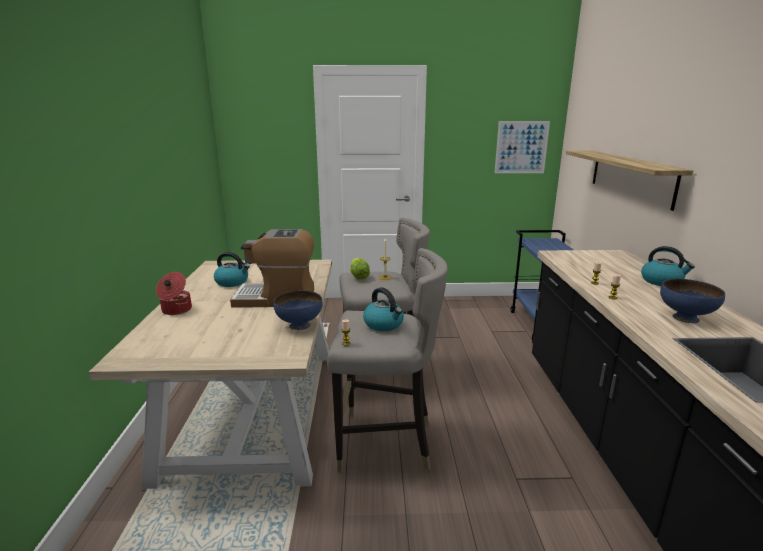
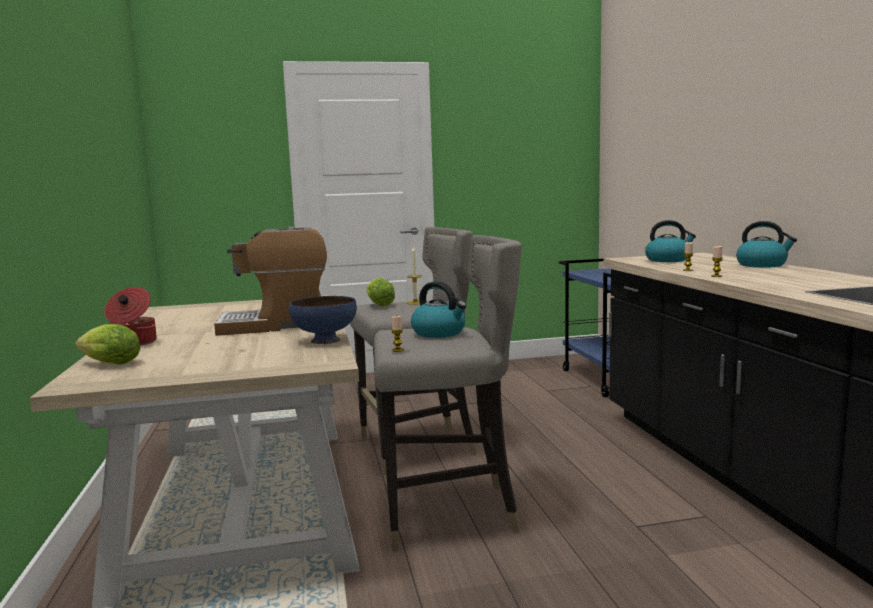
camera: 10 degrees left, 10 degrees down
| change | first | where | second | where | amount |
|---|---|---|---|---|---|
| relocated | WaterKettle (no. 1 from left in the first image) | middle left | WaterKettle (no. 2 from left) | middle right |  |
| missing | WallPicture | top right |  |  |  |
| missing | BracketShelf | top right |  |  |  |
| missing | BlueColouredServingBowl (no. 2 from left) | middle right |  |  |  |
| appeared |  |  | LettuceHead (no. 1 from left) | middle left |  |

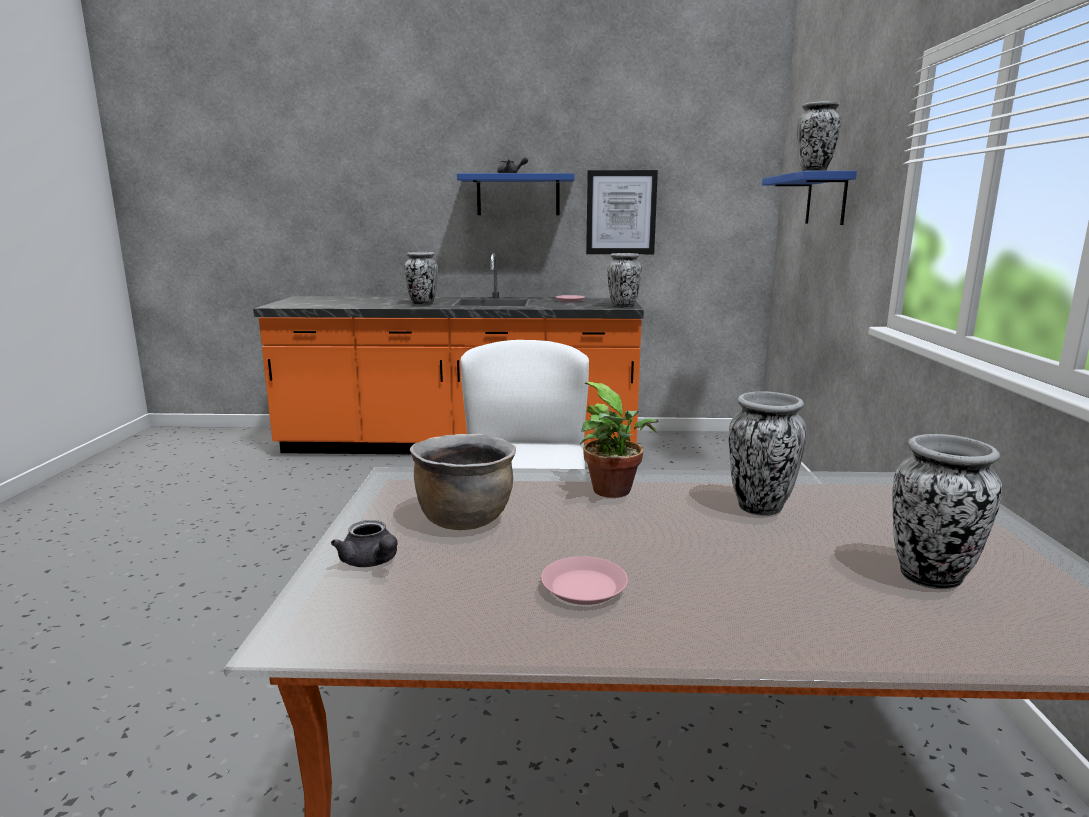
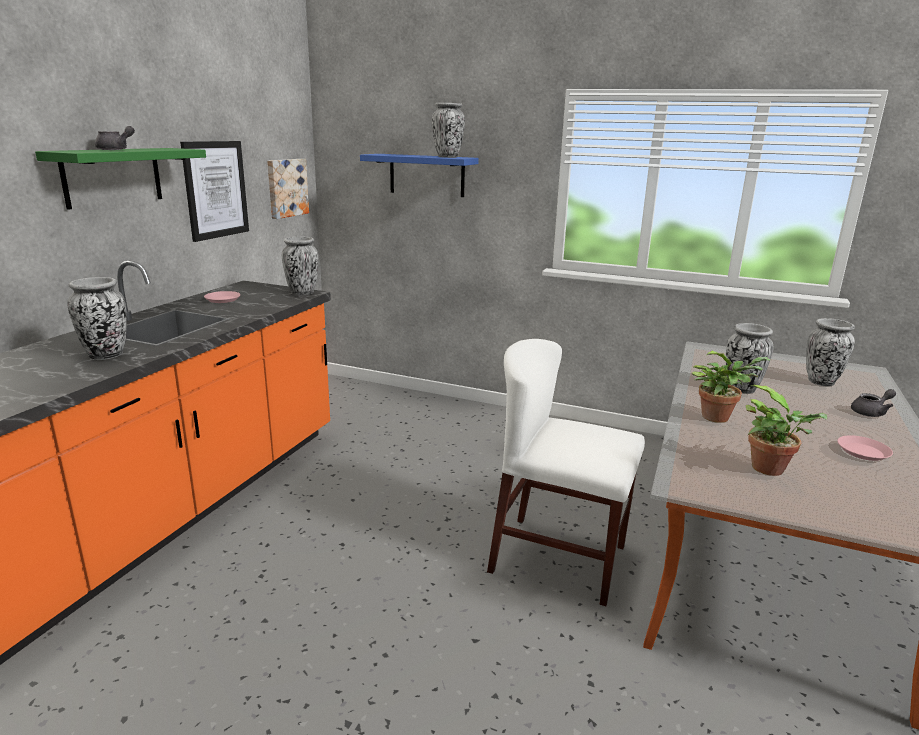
camera: 70 degrees left, 5 degrees up
| change | first | where | second | where | amount |
|---|---|---|---|---|---|
| relocated | GreyTeapot (no. 1 from left in the first image) | centre | GreyTeapot (no. 2 from left) | middle right |  |
| exchanged | BrownStockpot | centre | Houseplant (no. 2 from left) | middle right |  |
| colour | BlueColouredBracketShelf (no. 1 from left) | top centre | GreenishBracketShelf | top left |  |
| appeared |  |  | WallPicture (no. 2 from left) | top left |  |

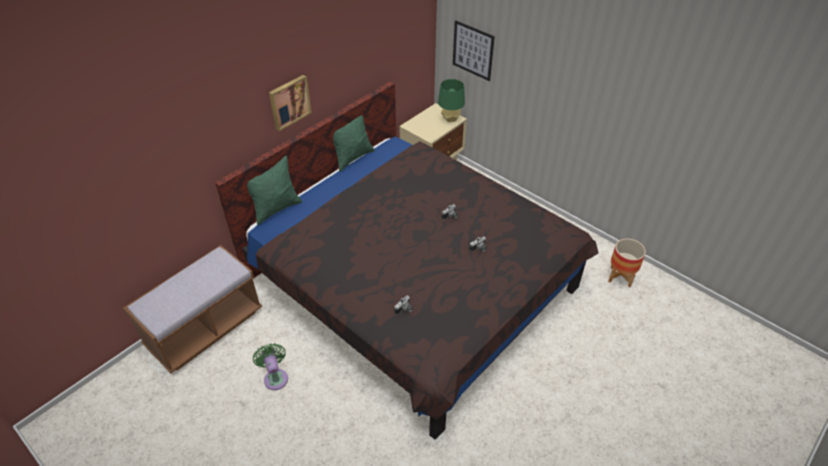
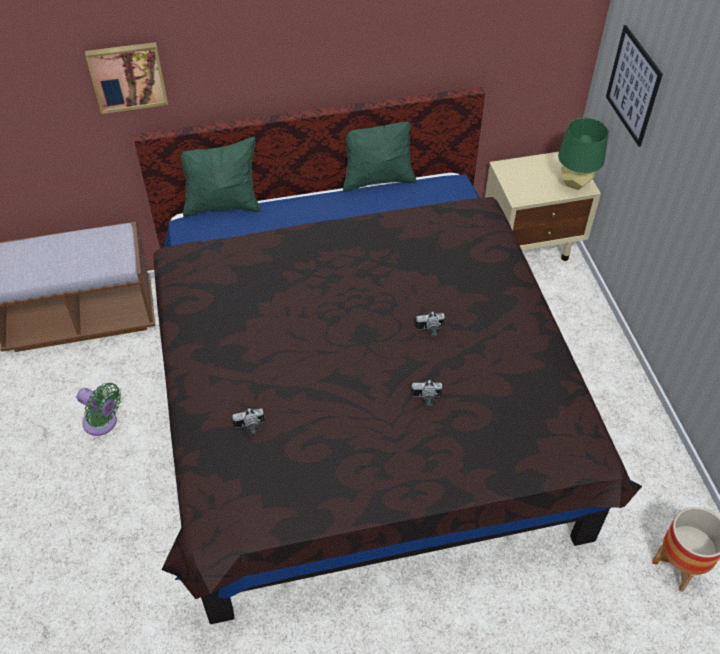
camera: 35 degrees right, 5 degrees up
| change | first | where | second | where | amount |
|---|---|---|---|---|---|
| spun | GreenishCoolingFan | bottom left |  | middle left | 105 degrees clockwise |
| relocated | WallPicture (no. 1 from left) | top centre |  | top left |  |

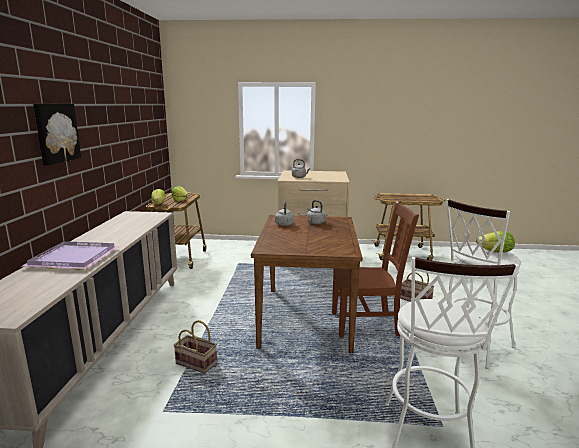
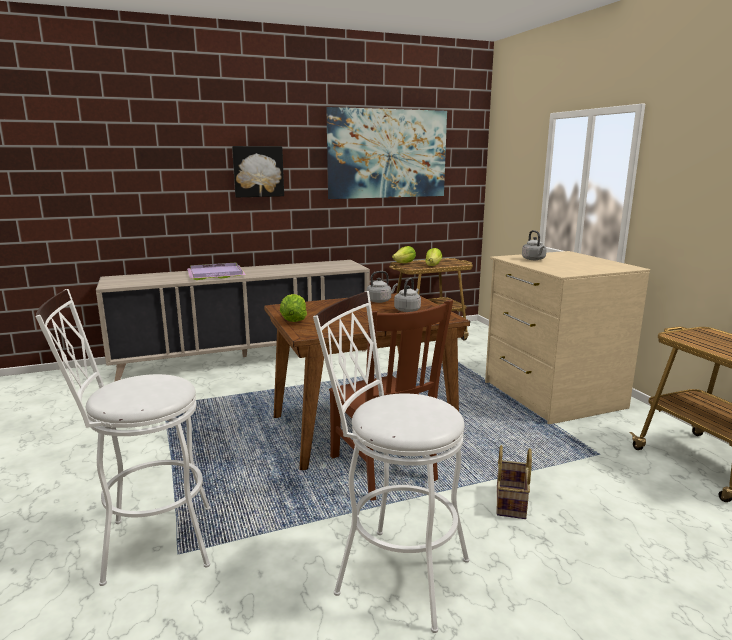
camera: 65 degrees right, 0 degrees up
| change | first | where | second | where | amount |
|---|---|---|---|---|---|
| missing | HouseholdBasket (no. 1 from left) | bottom centre |  |  |  |
| relocated | LettuceHead (no. 3 from left in the first image) | middle right | LettuceHead (no. 1 from left) | centre |  |
| appeared |  |  | WallPicture (no. 2 from left) | top centre |  |

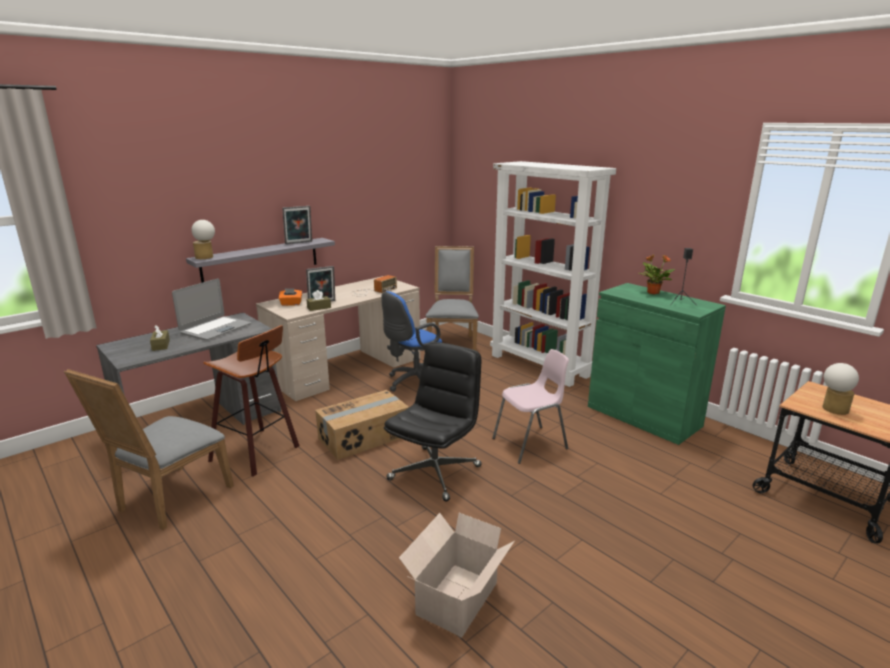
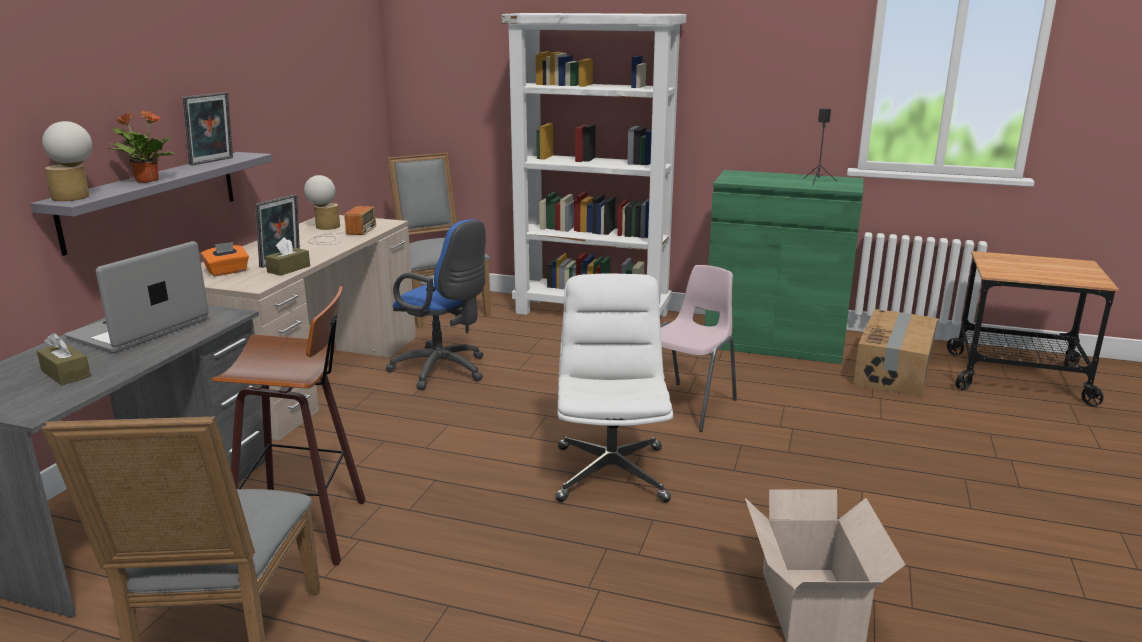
camera: 30 degrees left, 0 degrees up
| change | first | where | second | where | amount |
|---|---|---|---|---|---|
| spun | NotebookComputer | middle left |  | middle left | 150 degrees counterclockwise |
| relocated | PackingBox (no. 1 from left in the first image) | centre | PackingBox (no. 2 from left) | middle right |  |
| spun | BlueColouredComputerChair | centre |  | centre | 75 degrees counterclockwise |
| colour | BlackComputerChair | centre | WhiteColouredComputerChair | centre |  |
| relocated | Houseplant | middle right |  | top left |  |
| relocated | TabletopLamp (no. 2 from left) | middle right |  | top left |  |

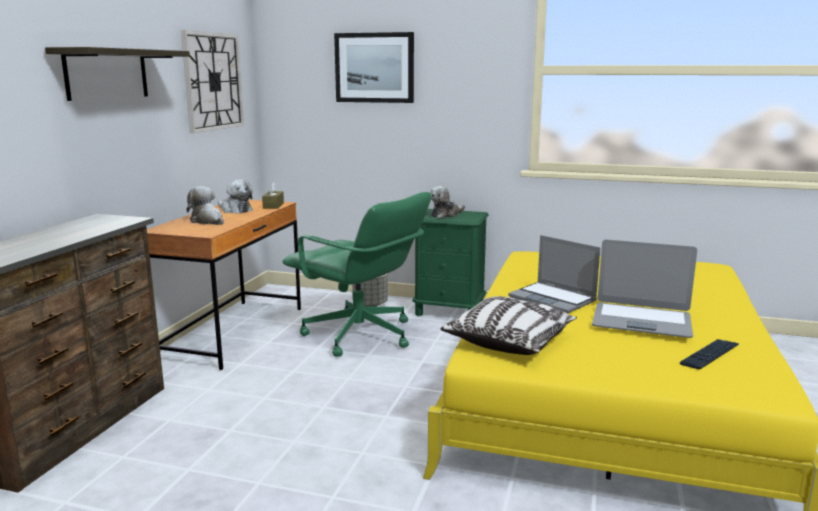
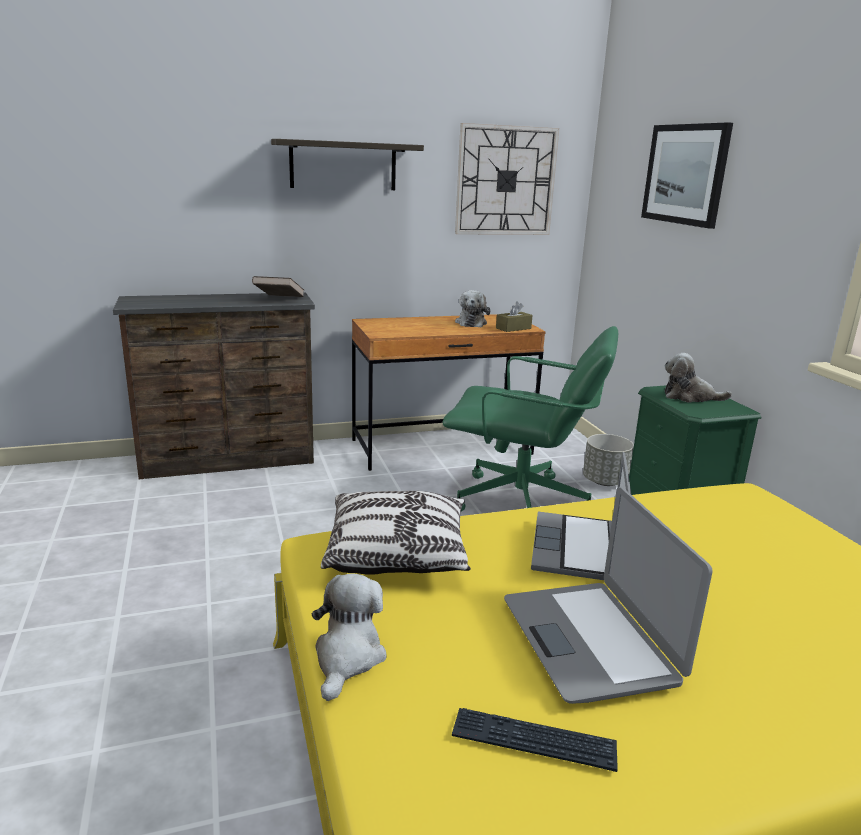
camera: 55 degrees right, 5 degrees up
| change | first | where | second | where | amount |
|---|---|---|---|---|---|
| relocated | PlushToy (no. 1 from left) | middle left |  | bottom centre |  |
| spun | GreenishComputerChair | centre |  | centre | 75 degrees counterclockwise |
| appeared |  |  | BrownBoundBook | middle left |  |

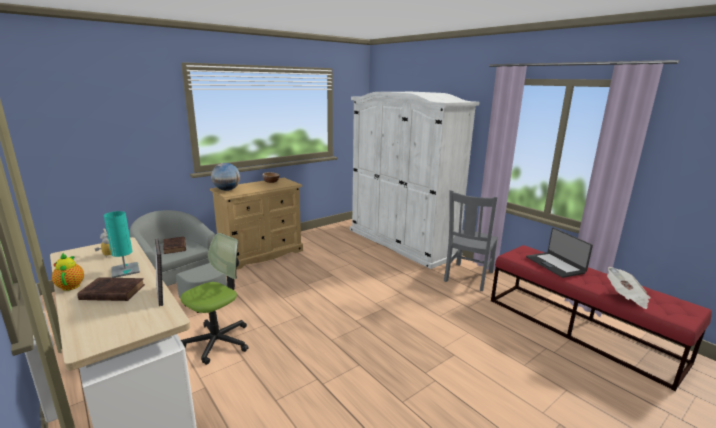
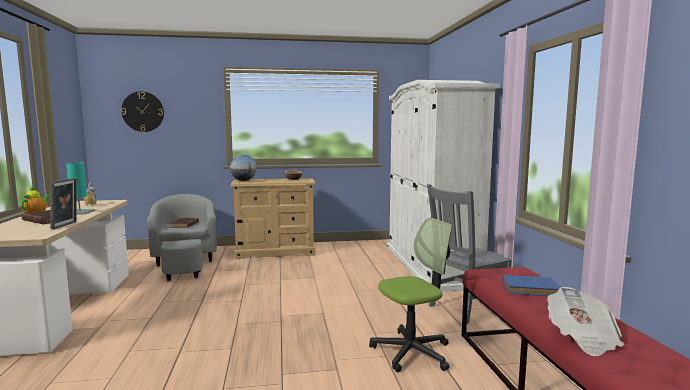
camera: 30 degrees right, 10 degrees down
| change | first | where | second | where | amount |
|---|---|---|---|---|---|
| relocated | ComputerChair | bottom left |  | bottom centre |  |
| exchanged | NotebookComputer | middle right | BlueColouredBoundBook | bottom right |  |
| appeared |  |  | HangingClock | top left |  |

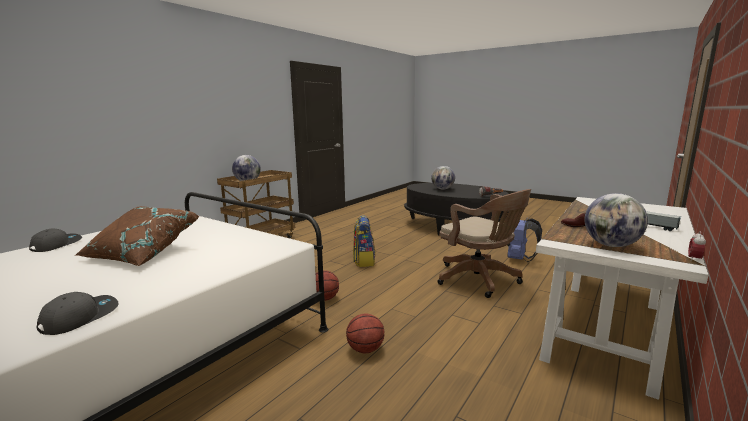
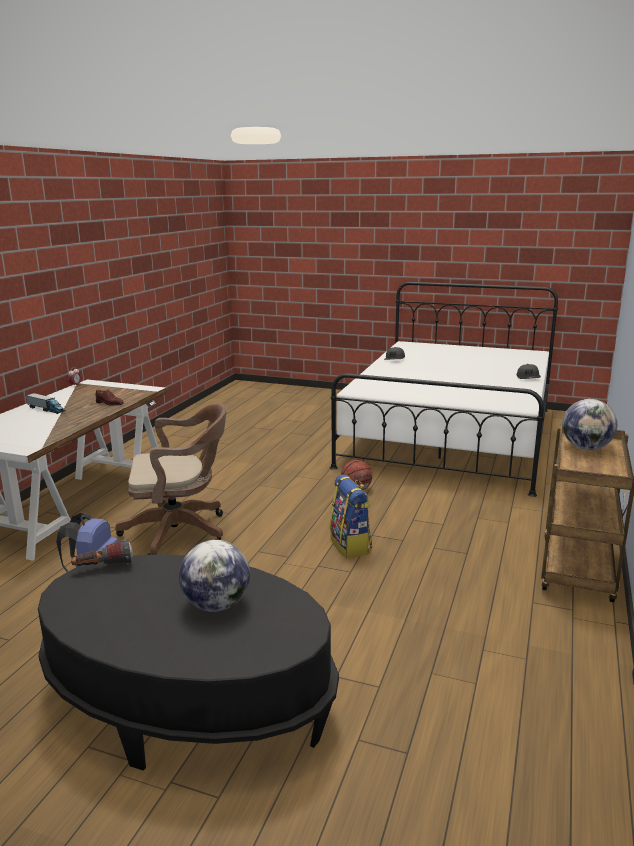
camera: 165 degrees right, 5 degrees up
| change | first | where | second | where | amount |
|---|---|---|---|---|---|
| missing | BrownThrowPillow | middle left |  |  |  |
| missing | BallForBasketball (no. 2 from left) | bottom centre |  |  |  |
| spun | BrownComputerChair | centre |  | middle left | 135 degrees clockwise |
| missing | DeskGlobe (no. 3 from left) | middle right |  |  |  |

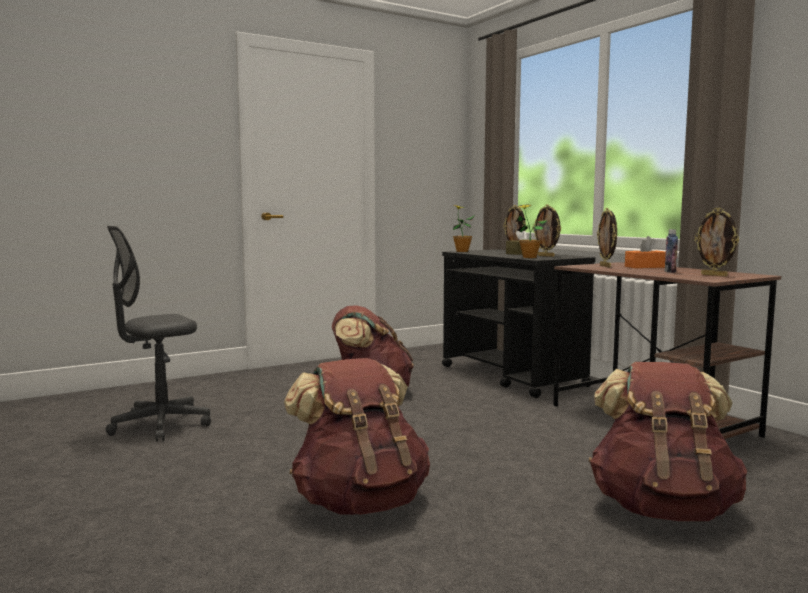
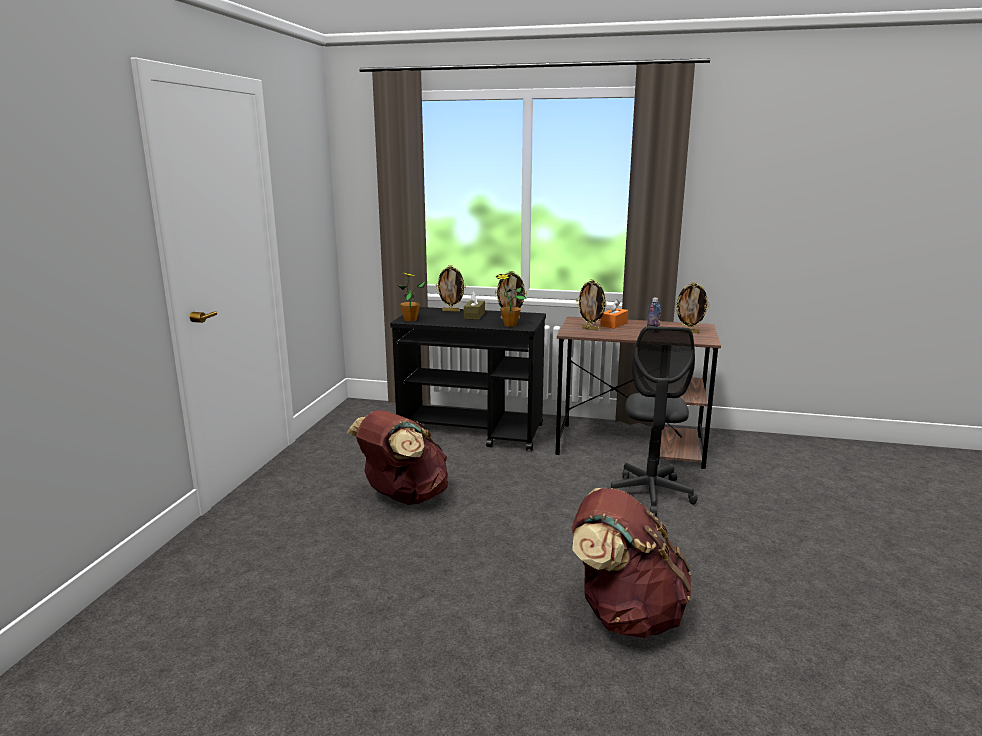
camera: 45 degrees left, 10 degrees up
| change | first | where | second | where | amount |
|---|---|---|---|---|---|
| relocated | GreyComputerChair | middle left |  | centre |  |
| missing | BrownBackpack (no. 3 from left) | bottom right |  |  |  |

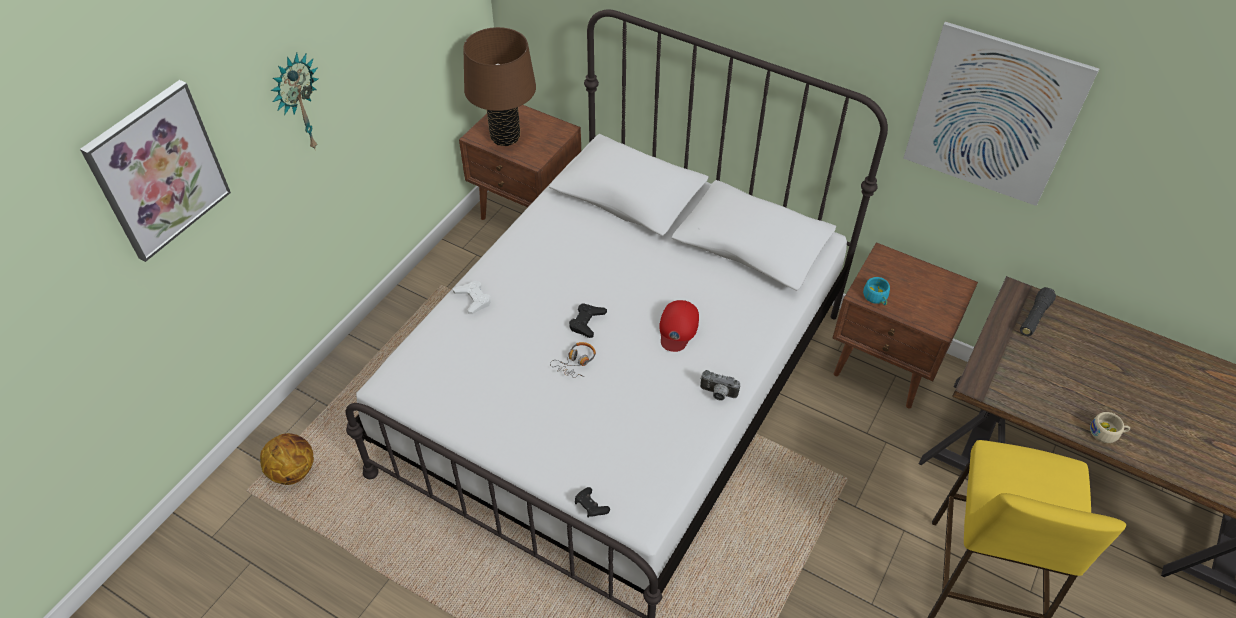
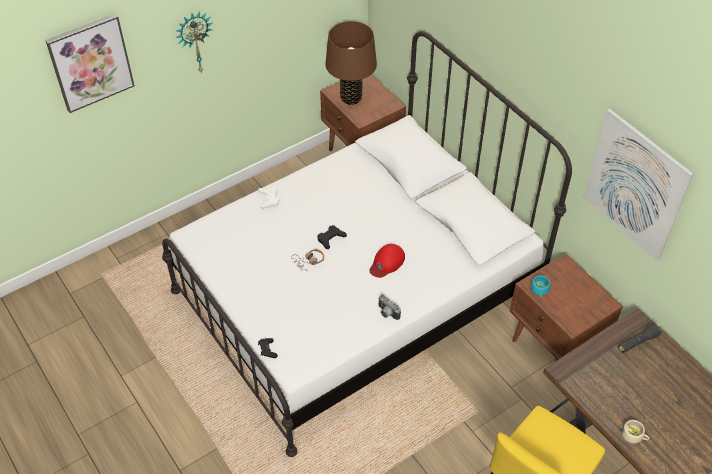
camera: 25 degrees right, 0 degrees up
| change | first | where | second | where | amount |
|---|---|---|---|---|---|
| missing | BallForBasketball | bottom left |  |  |  |

